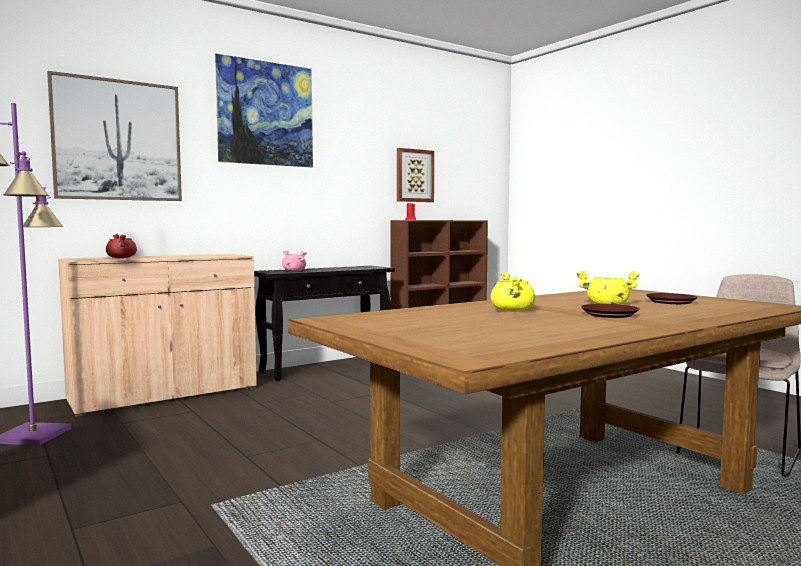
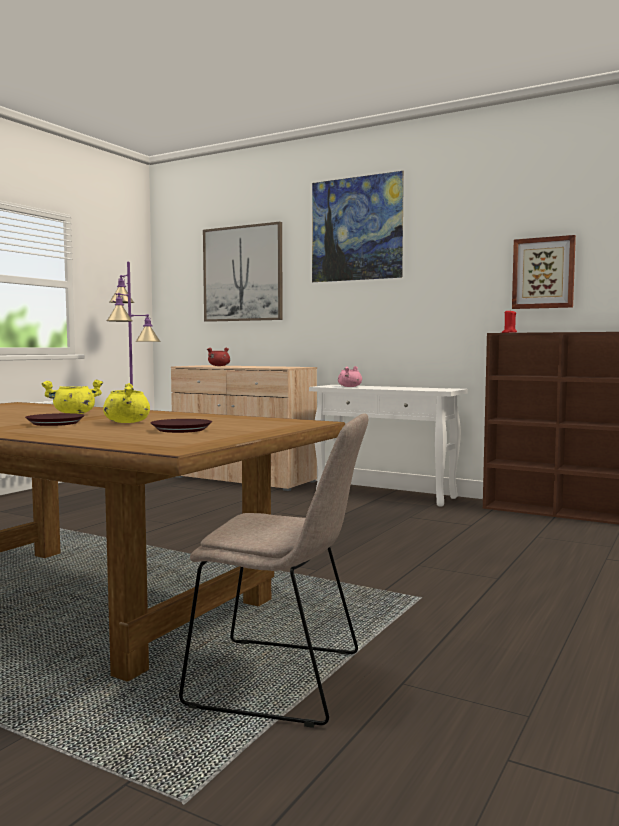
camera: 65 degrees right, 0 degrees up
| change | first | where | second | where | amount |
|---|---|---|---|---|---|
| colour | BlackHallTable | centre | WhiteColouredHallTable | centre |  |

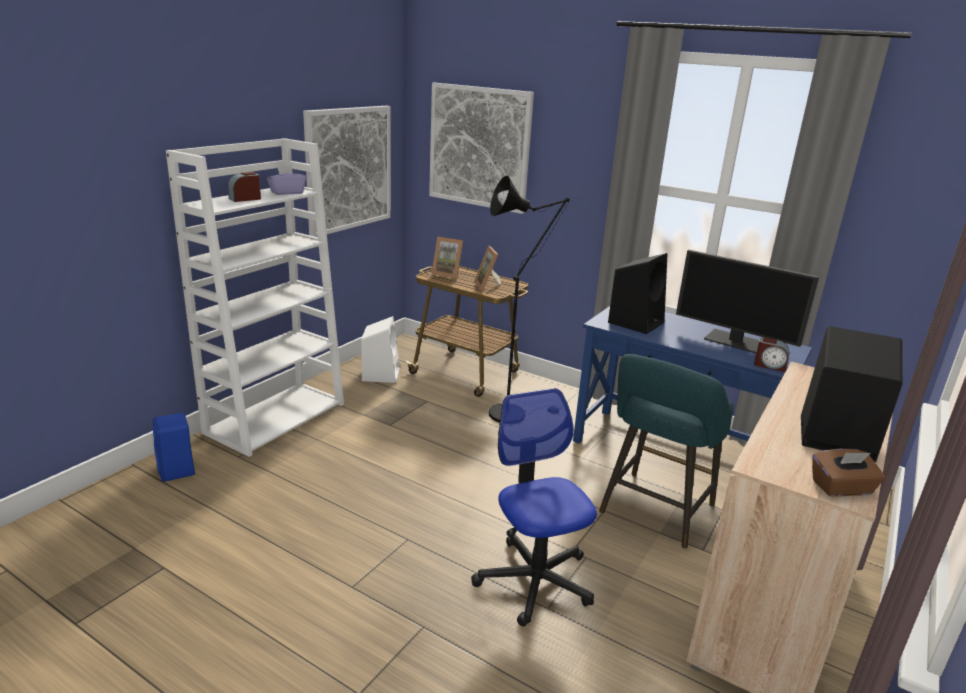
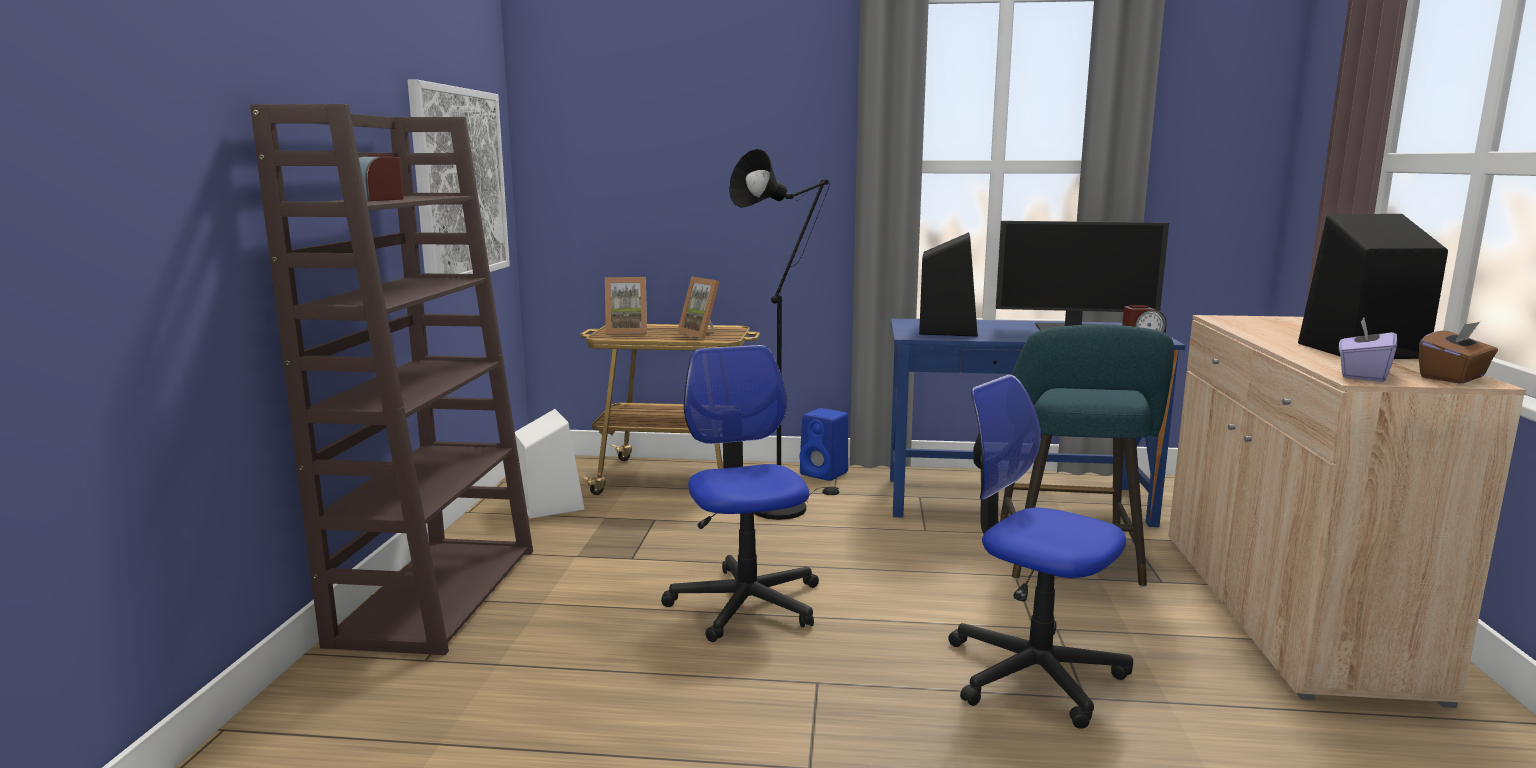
camera: 25 degrees left, 10 degrees down
| change | first | where | second | where | amount |
|---|---|---|---|---|---|
| relocated | BlueColouredSpeaker | middle left |  | centre |  |
| colour | WhiteColouredShelvingUnit | middle left | BrownShelvingUnit | middle left |  |
| relocated | PurpleColouredTissueHolder | top left |  | middle right |  |
| missing | WallPicture (no. 2 from left) | top centre |  |  |  |
| appeared |  |  | ComputerChair (no. 1 from left) | centre |  |

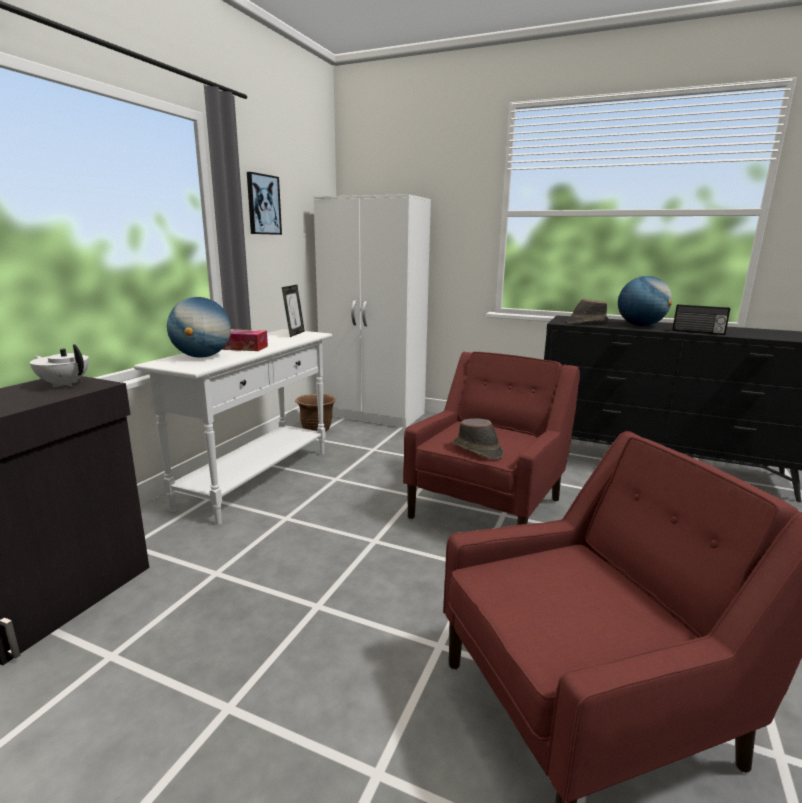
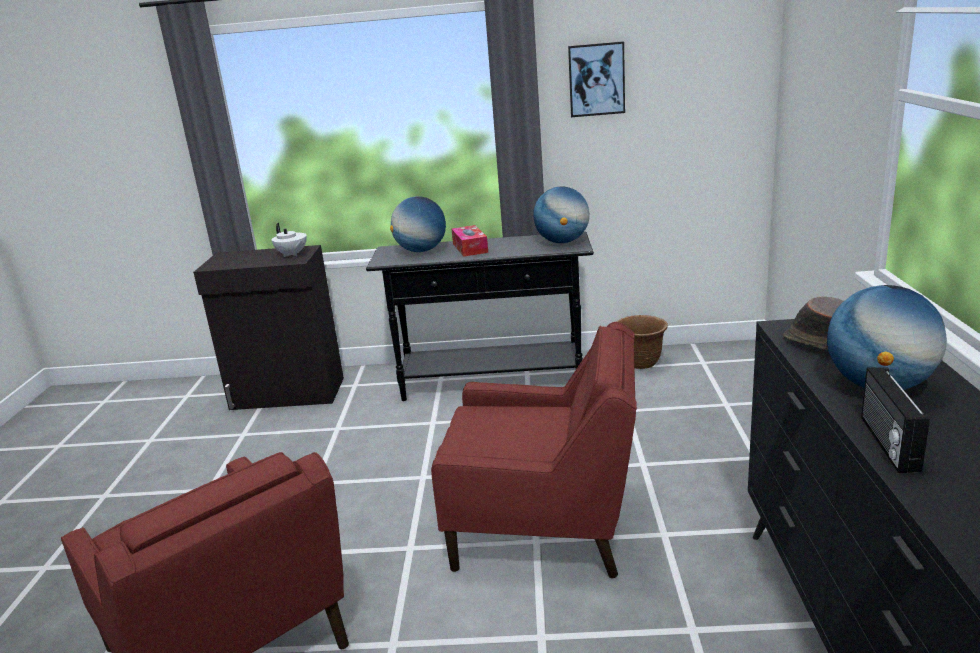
camera: 70 degrees right, 5 degrees up
| change | first | where | second | where | amount |
|---|---|---|---|---|---|
| spun | WhiteColouredTeapot | middle left |  | middle left | 135 degrees clockwise |
| colour | WhiteColouredHallTable | middle left | BlackHallTable | centre |  |
| exchanged | PictureFrame | centre | DeskGlobe (no. 2 from left) | top centre |  |
| missing | WhiteColouredClothesCupboard | centre |  |  |  |
| missing | BrownClothingHat (no. 1 from left) | centre |  |  |  |

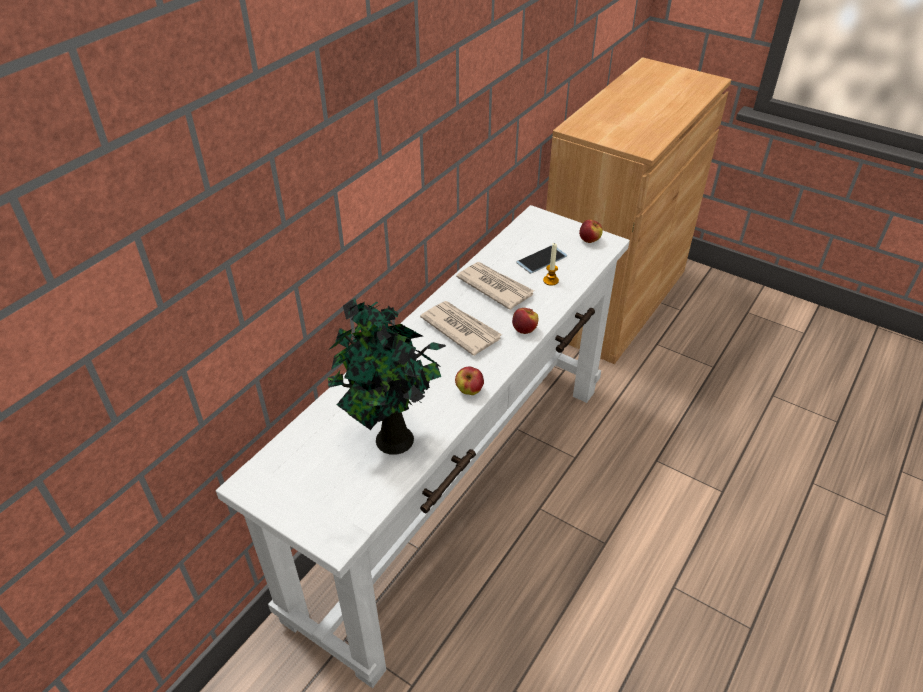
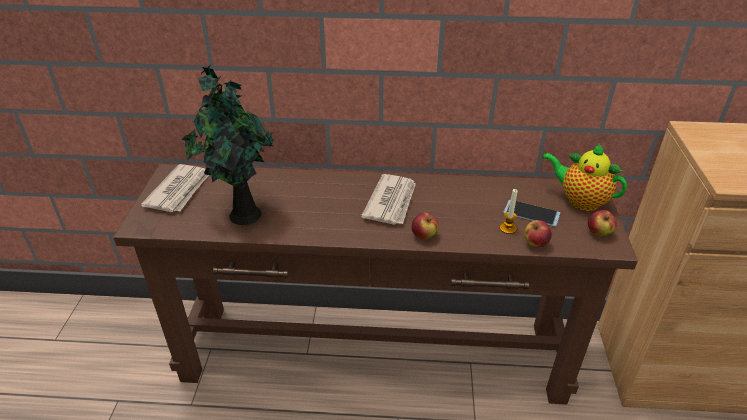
camera: 60 degrees right, 5 degrees down
| change | first | where | second | where | amount |
|---|---|---|---|---|---|
| colour | WhiteColouredHallTable | centre | BrownHallTable | bottom centre |  |
| relocated | AppleFruit (no. 1 from left in the first image) | centre | AppleFruit (no. 2 from left) | middle right |  |
| relocated | DailyPaper (no. 2 from left in the first image) | centre | DailyPaper (no. 1 from left) | middle left |  |
| appeared |  |  | Teapot | middle right |  |

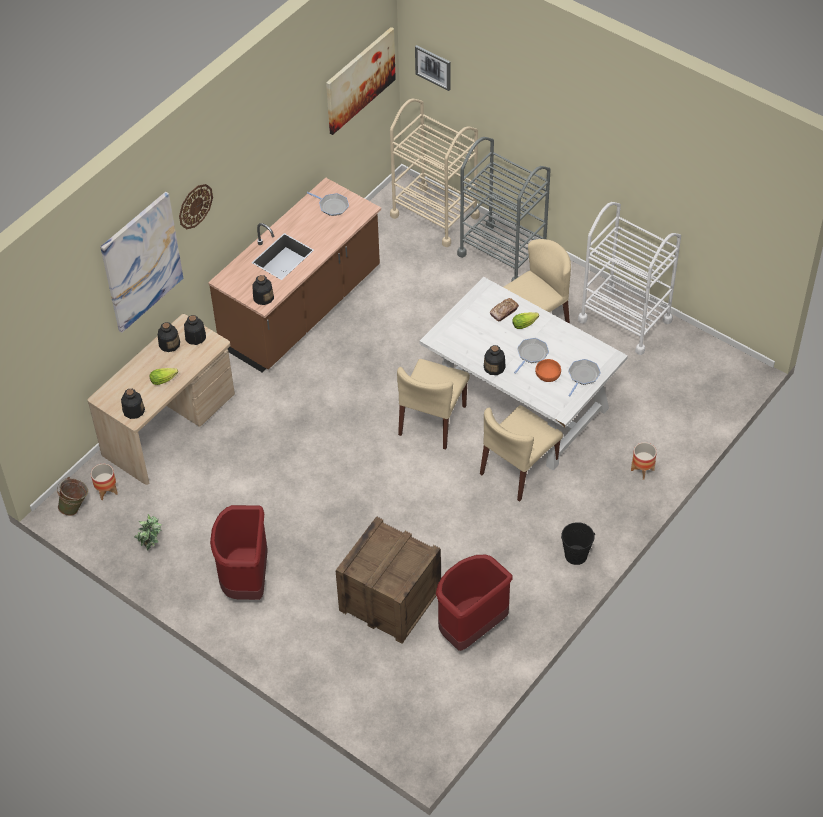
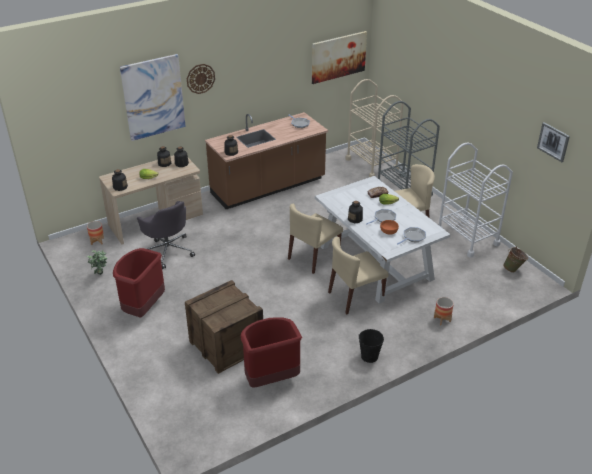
camera: 20 degrees right, 15 degrees down
| change | first | where | second | where | amount |
|---|---|---|---|---|---|
| relocated | GreenishWaterBucket | middle left |  | middle right |  |
| relocated | WallPicture (no. 3 from left) | top centre |  | top right |  |
| appeared |  |  | GreyComputerChair | middle left |  |

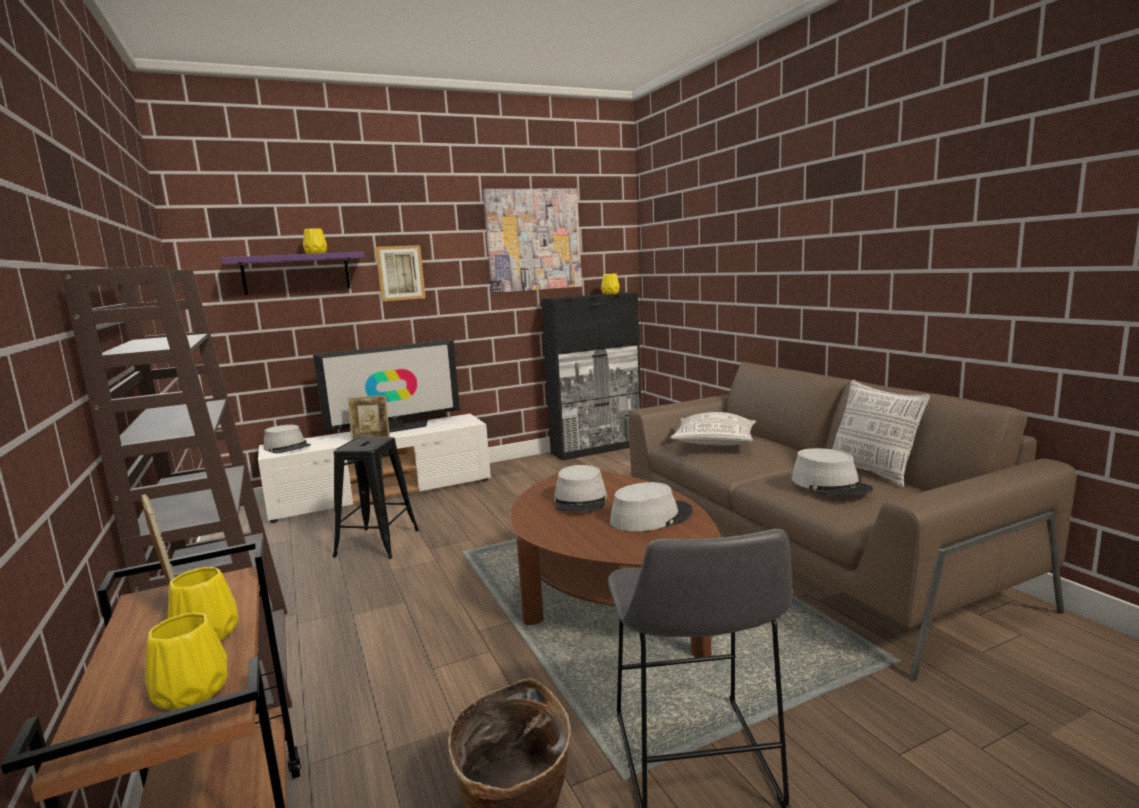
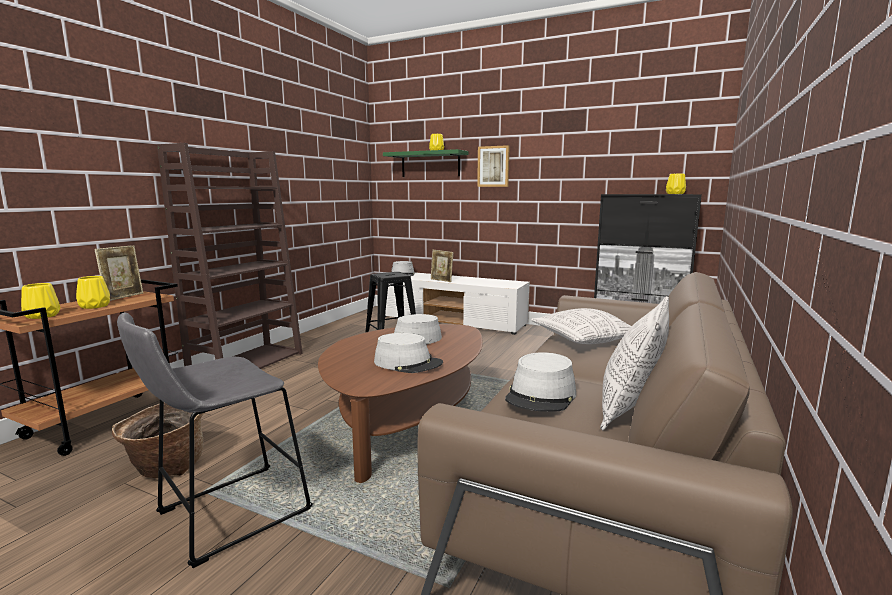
camera: 50 degrees right, 0 degrees up
| change | first | where | second | where | amount |
|---|---|---|---|---|---|
| colour | PurpleColouredBracketShelf | middle left | GreenishBracketShelf | top centre |  |
| missing | TvSet | centre |  |  |  |
| missing | WallPicture (no. 2 from left) | top centre |  |  |  |

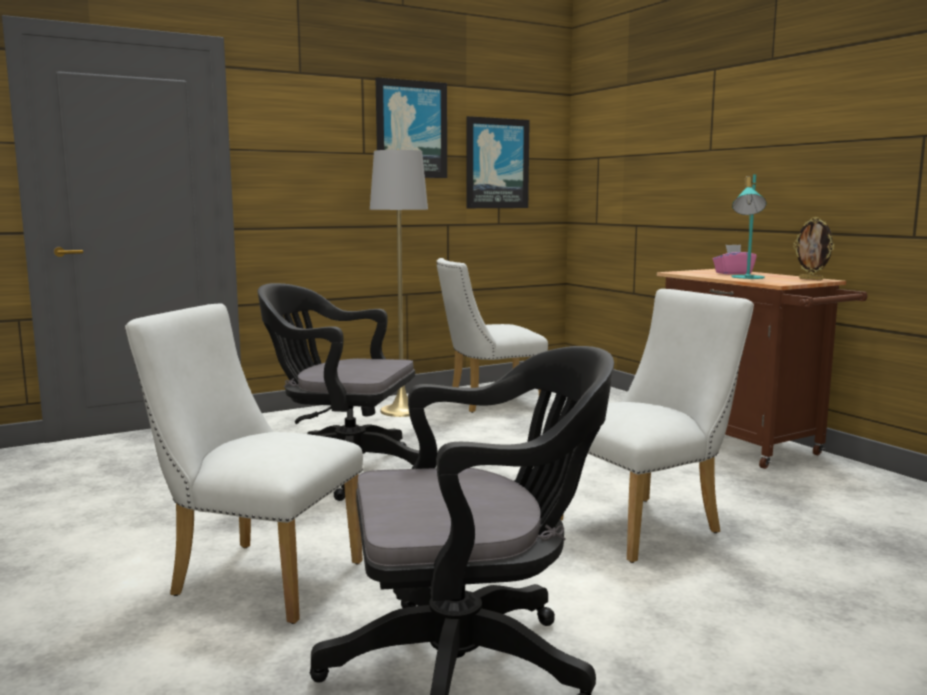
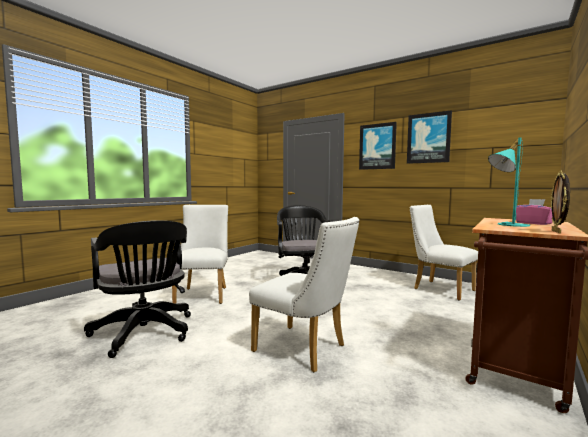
camera: 65 degrees right, 5 degrees down
| change | first | where | second | where | amount |
|---|---|---|---|---|---|
| missing | GreyStandingLamp | centre |  |  |  |
| relocated | WallPicture (no. 2 from left in the first image) | top centre | WallPicture (no. 1 from left) | centre |  |

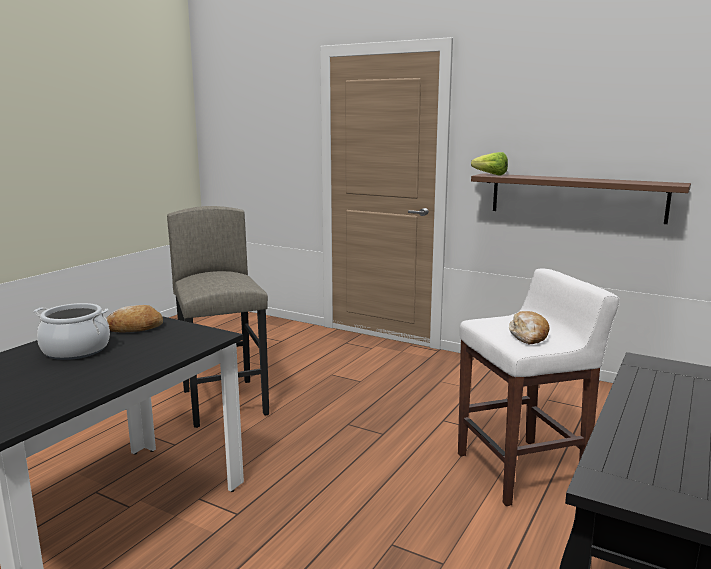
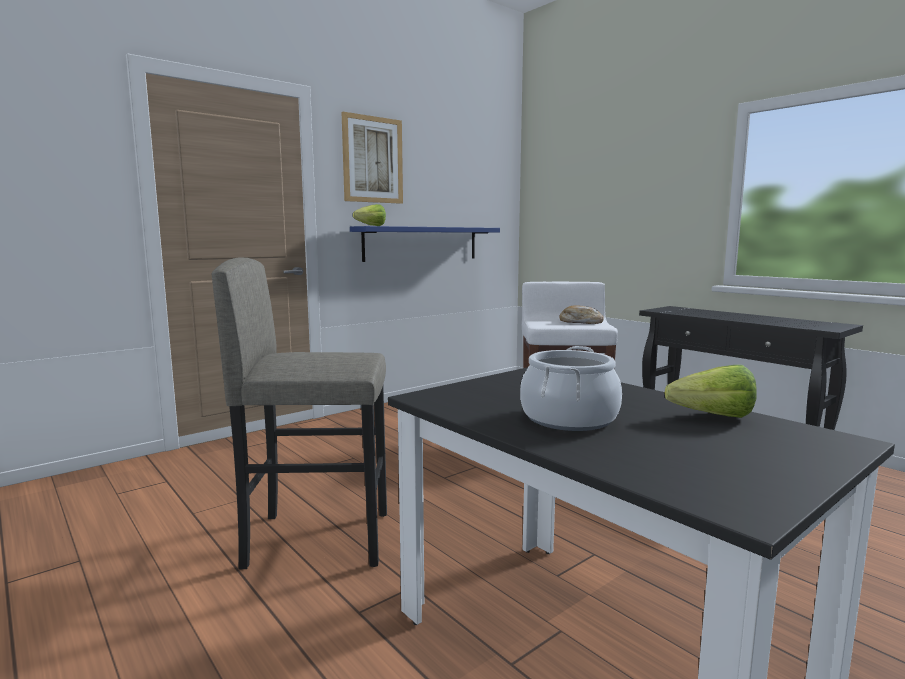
camera: 70 degrees left, 5 degrees down
| change | first | where | second | where | amount |
|---|---|---|---|---|---|
| missing | BakeryBread (no. 1 from left) | middle left |  |  |  |
| colour | BrownBracketShelf | middle right | BlueColouredBracketShelf | centre |  |
| appeared |  |  | WallPicture | top centre |  |
| appeared |  |  | LettuceHead (no. 2 from left) | middle right |  |

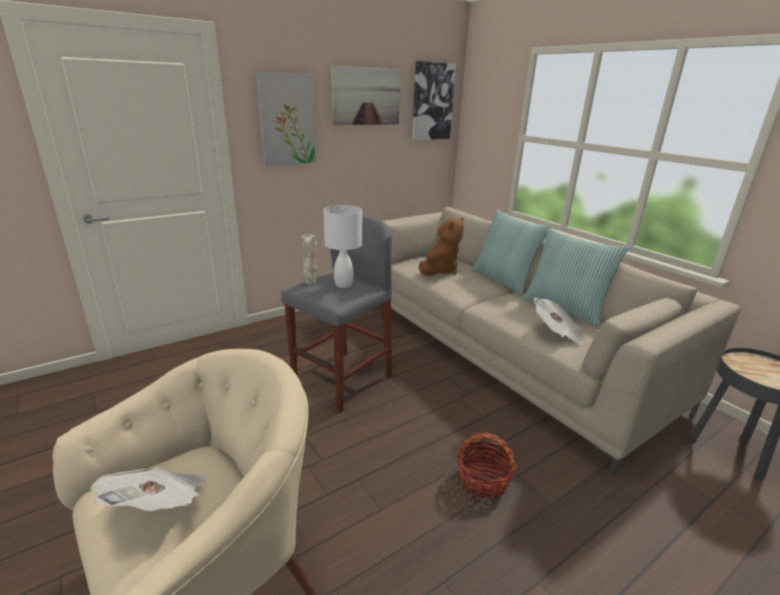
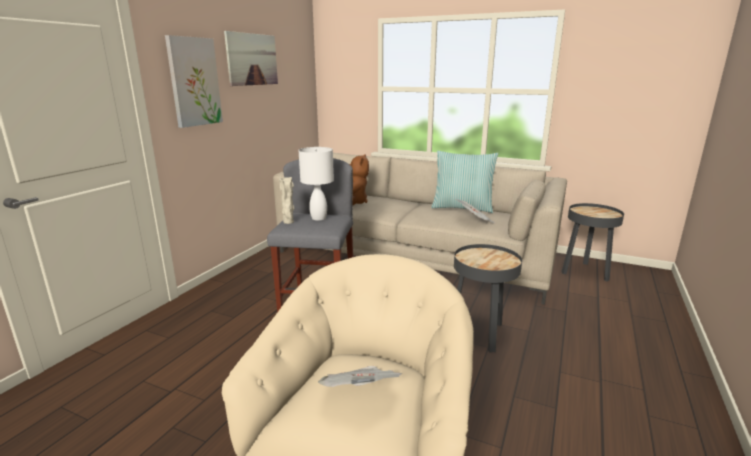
camera: 30 degrees left, 5 degrees down
| change | first | where | second | where | amount |
|---|---|---|---|---|---|
| missing | WallPicture (no. 3 from left) | top centre |  |  |  |
| exchanged | HouseholdBasket | bottom centre | BlackAccentTable (no. 1 from left) | centre |  |
| missing | ThrowPillow (no. 1 from left) | centre |  |  |  |

